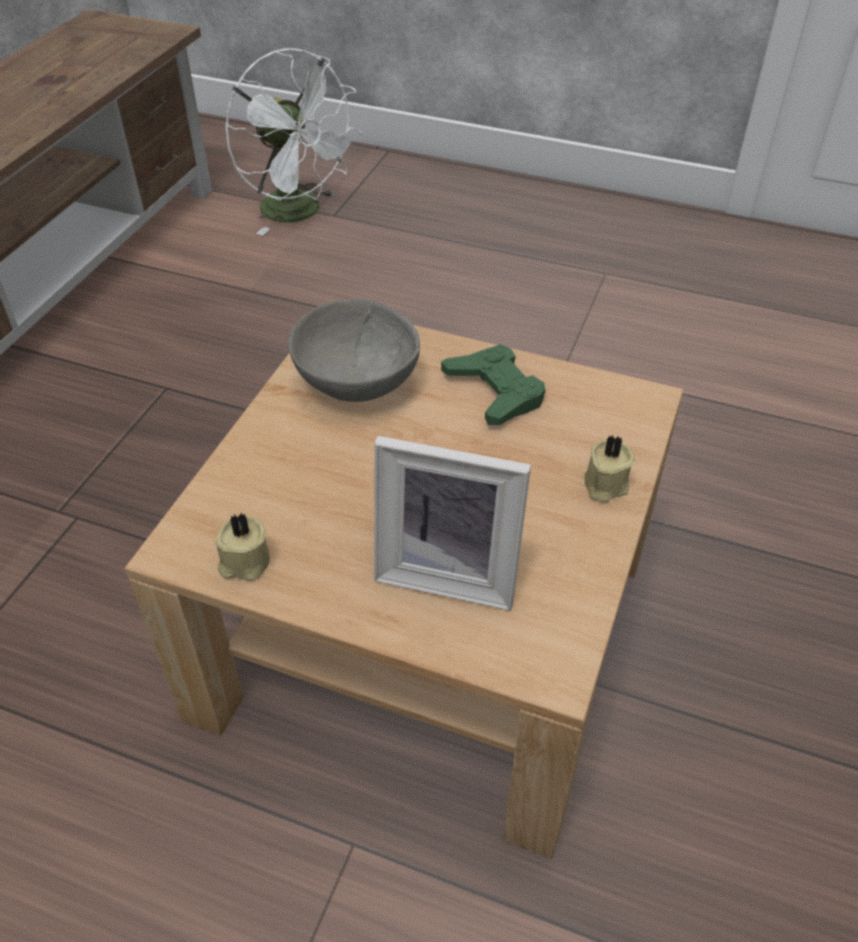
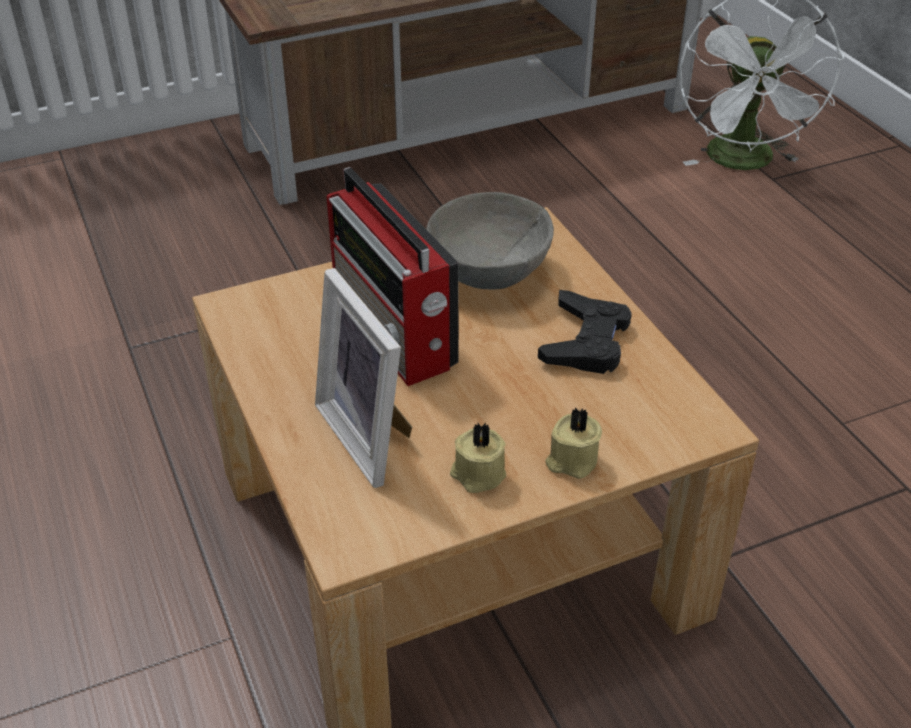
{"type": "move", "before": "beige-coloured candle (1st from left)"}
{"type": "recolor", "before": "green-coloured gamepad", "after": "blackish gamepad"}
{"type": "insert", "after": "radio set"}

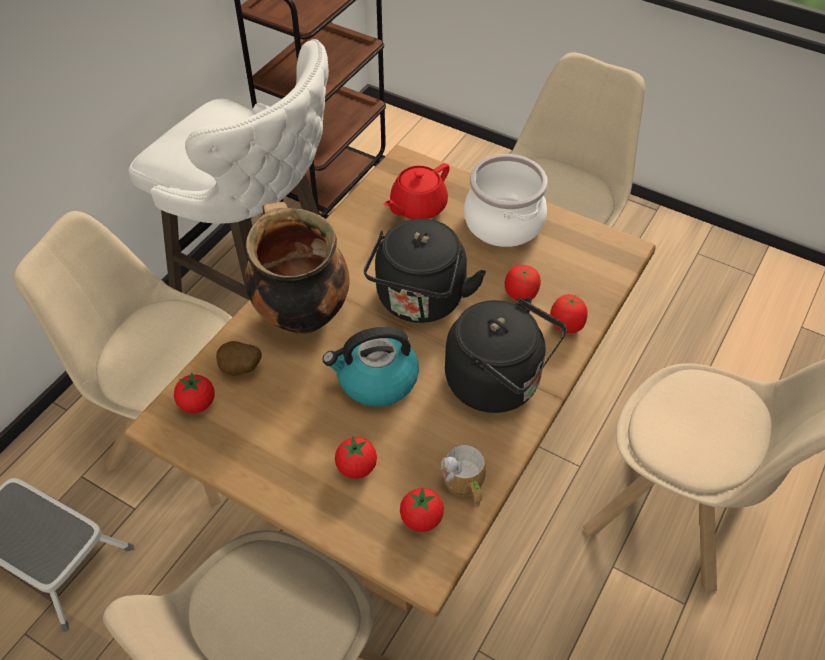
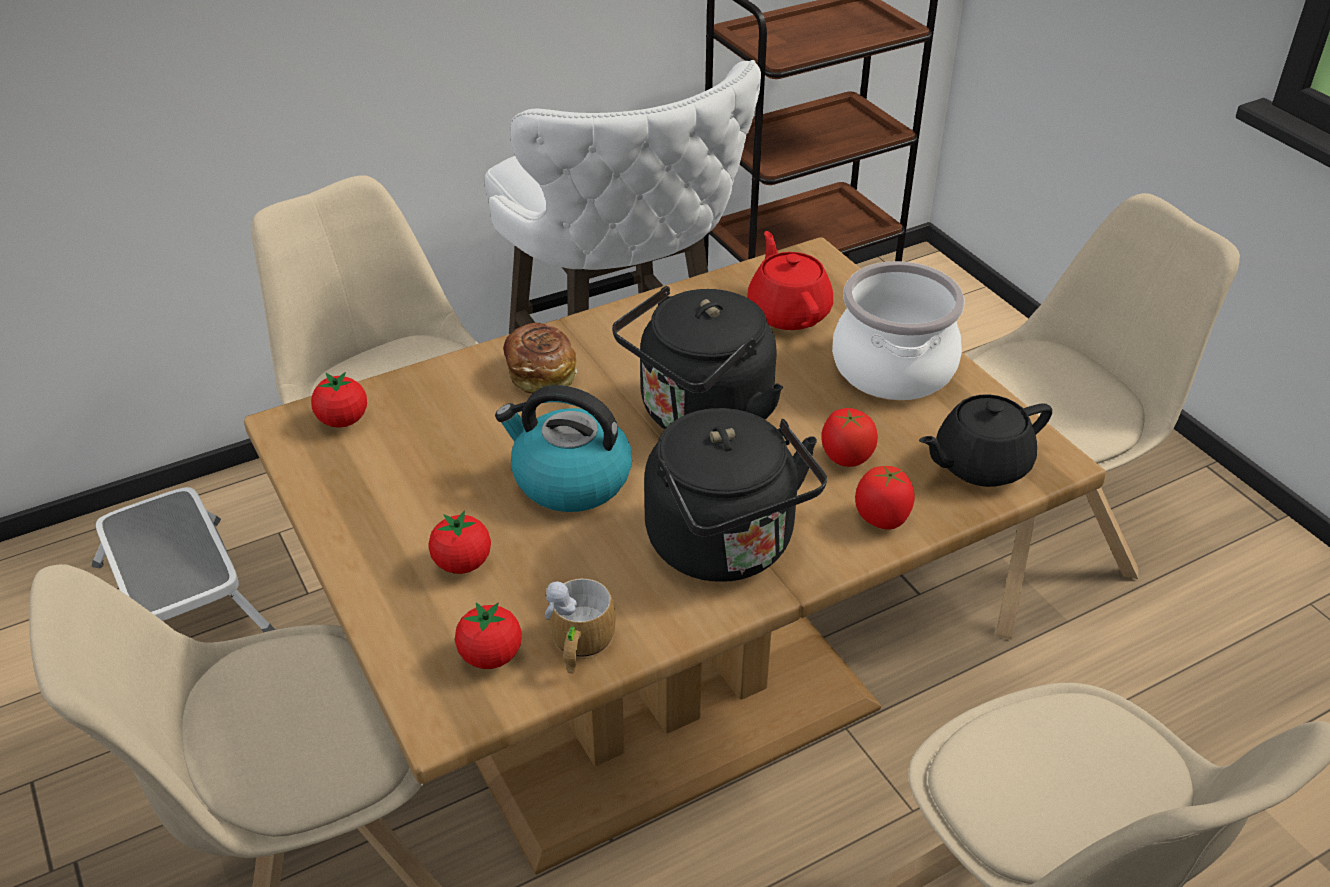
{"type": "delete", "before": "spud"}
{"type": "replace", "before": "cooking pot (1st from left)", "after": "baked bread"}
{"type": "rotate", "before": "red-coloured tea pot", "turn": 90}
{"type": "insert", "after": "blackish tea pot"}

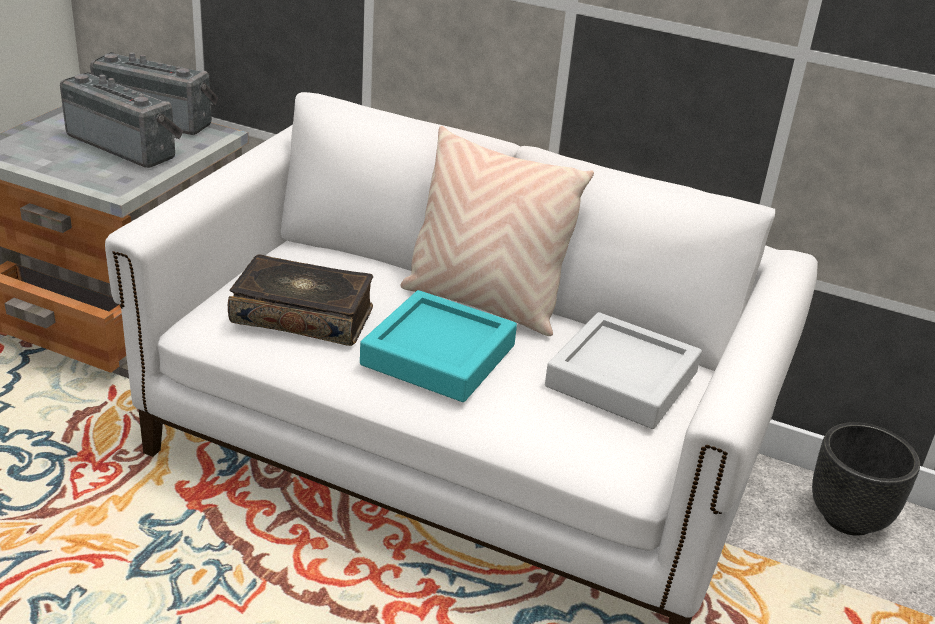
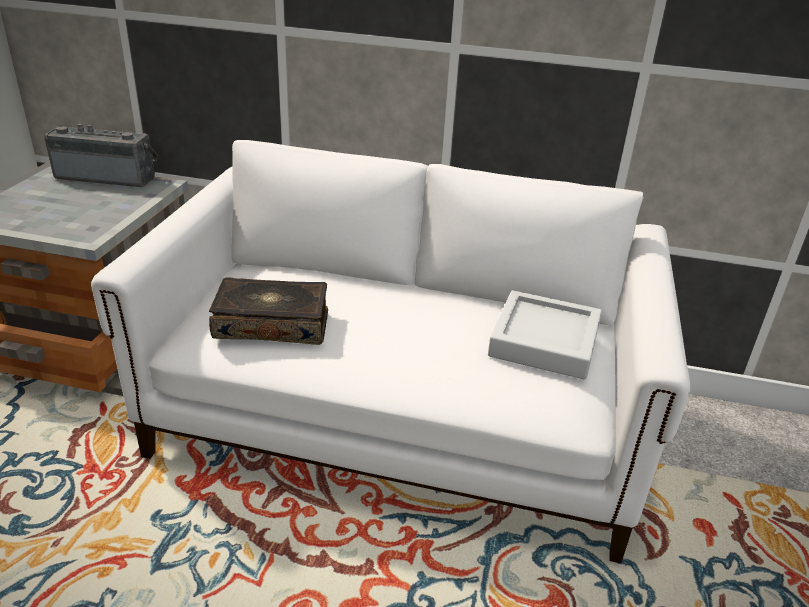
{"type": "delete", "before": "radio set (1st from left)"}
{"type": "delete", "before": "blue-green serving tray"}
{"type": "delete", "before": "beige-coloured throw pillow"}
{"type": "delete", "before": "blackish planter"}

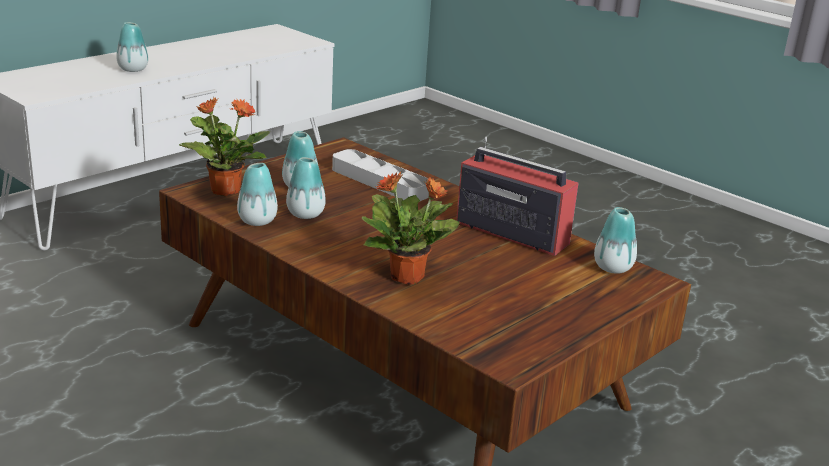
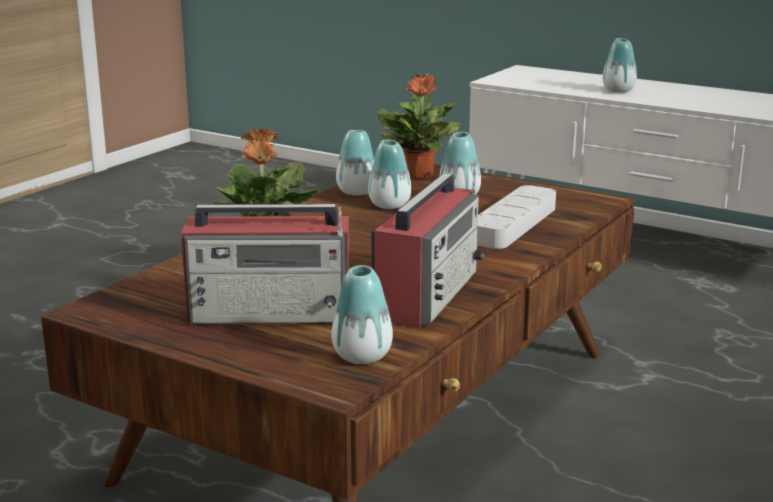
{"type": "insert", "after": "radio set (1st from left)"}

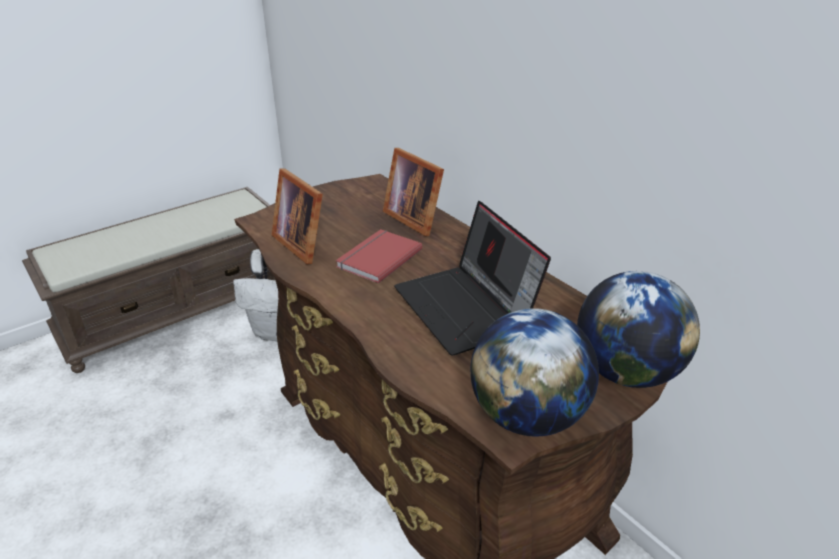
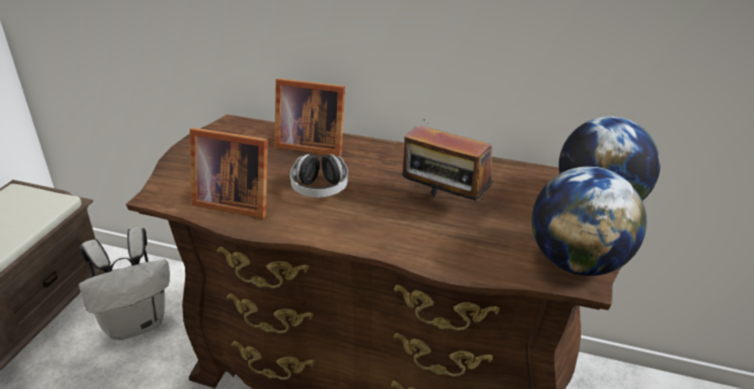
{"type": "replace", "before": "red-coloured book", "after": "pair of headphones"}
{"type": "replace", "before": "laptop", "after": "radio set"}

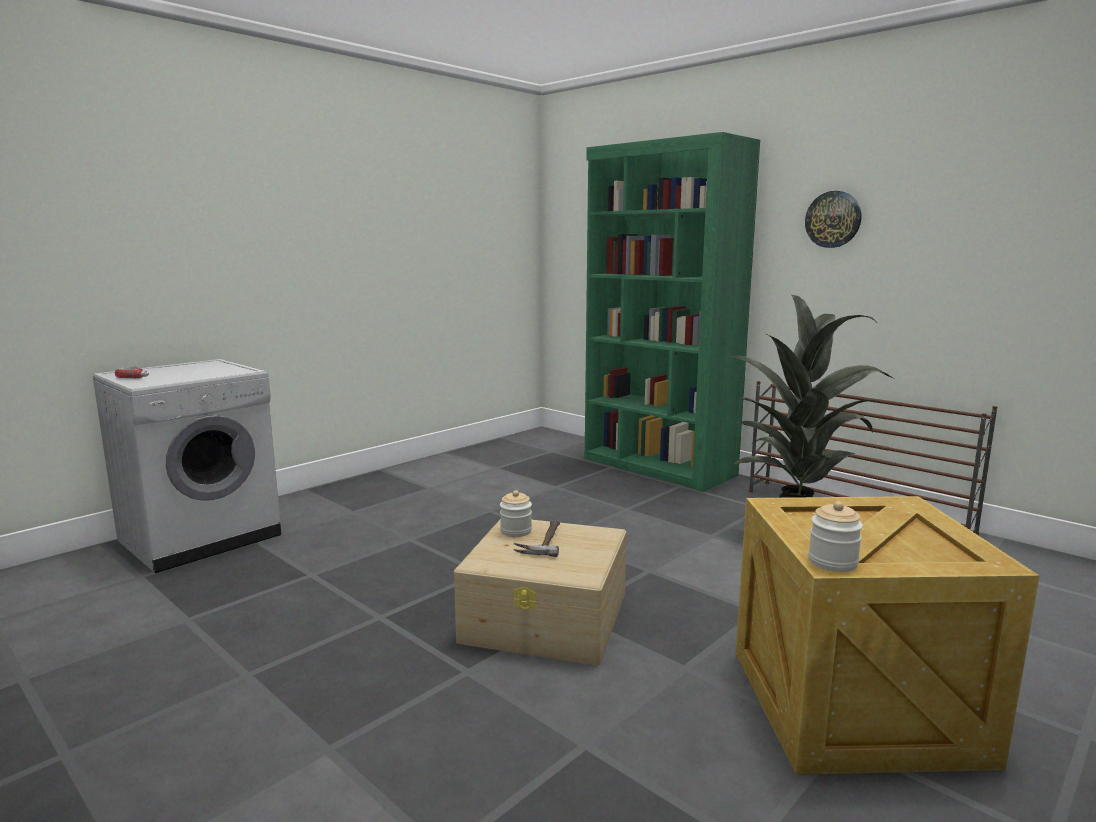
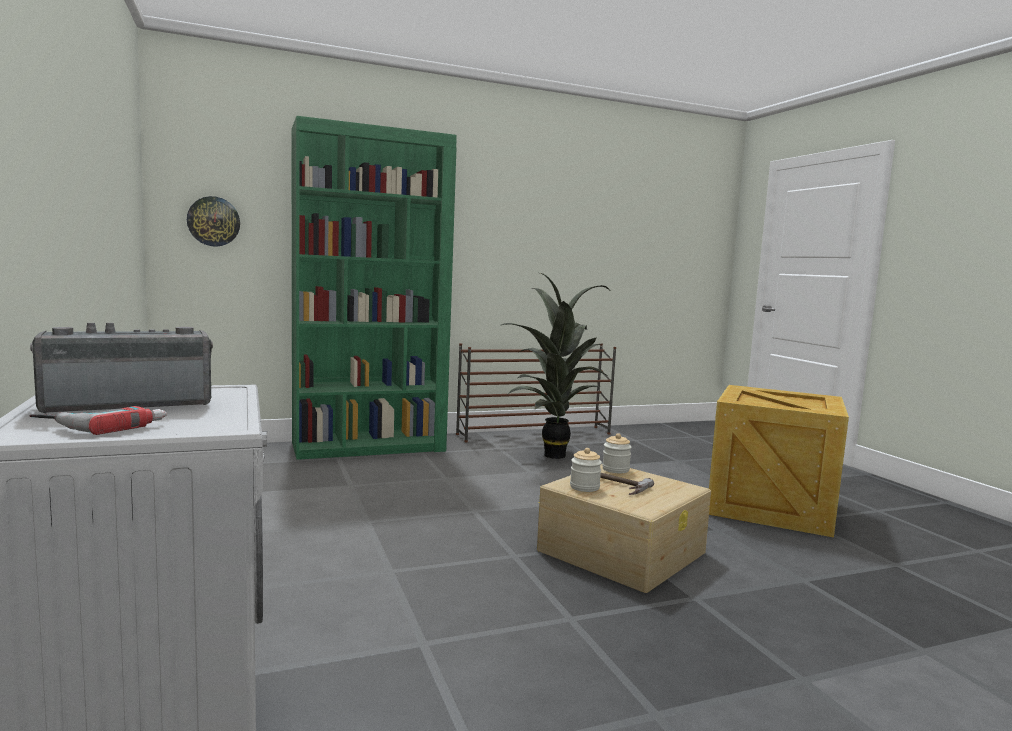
{"type": "move", "before": "wall clock"}
{"type": "move", "before": "jar (2nd from left)"}
{"type": "insert", "after": "radio set"}

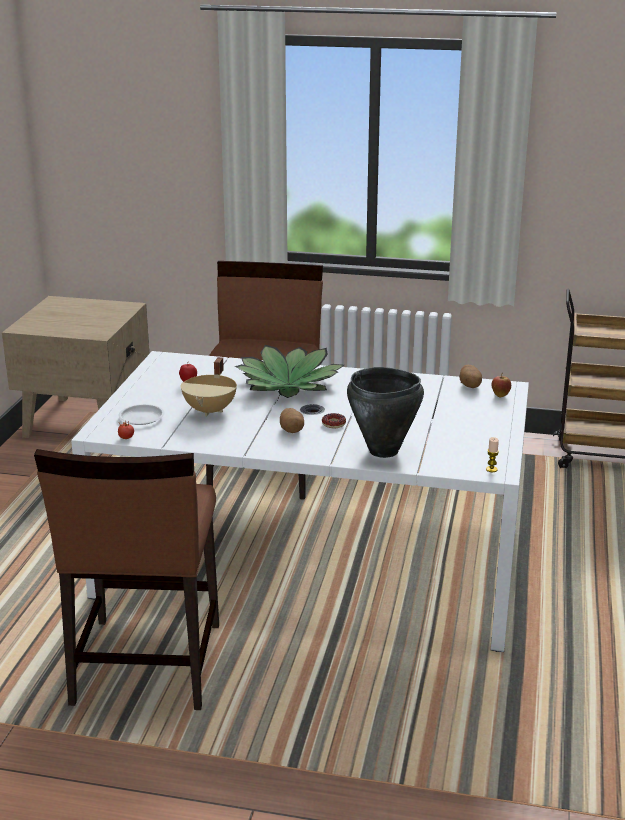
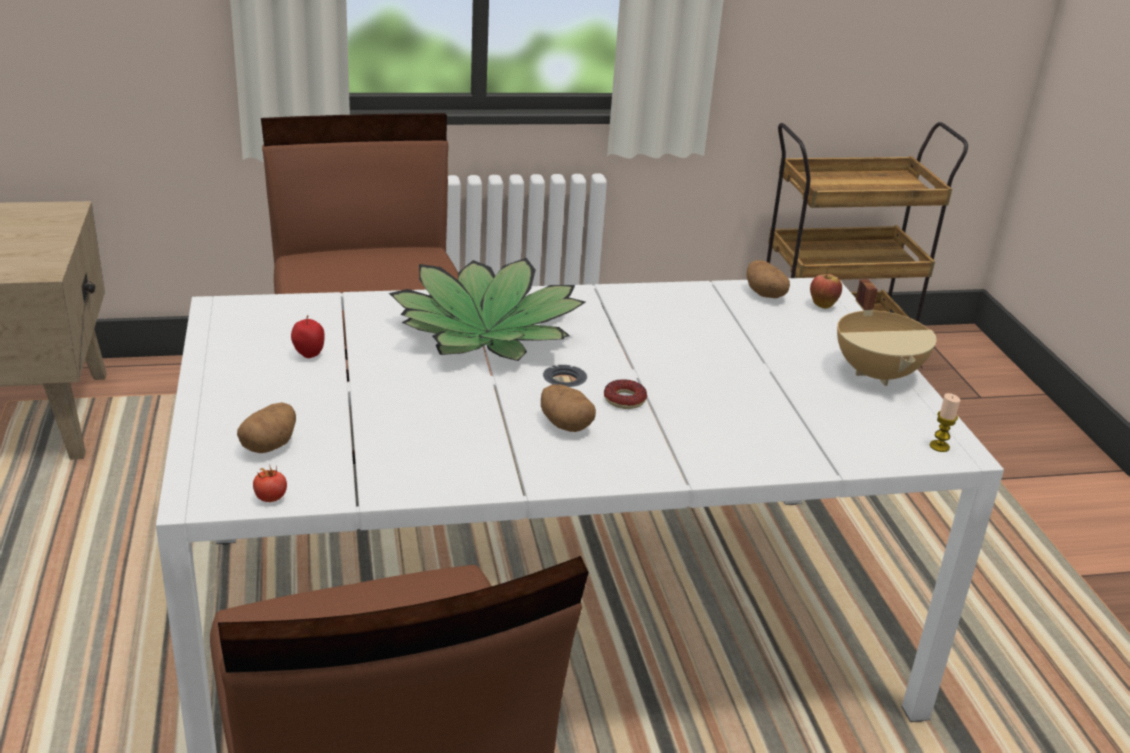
{"type": "replace", "before": "whitish dinner plate", "after": "spud (1st from left)"}
{"type": "move", "before": "beige-coloured cooking pot"}
{"type": "delete", "before": "blackish cooking pot"}

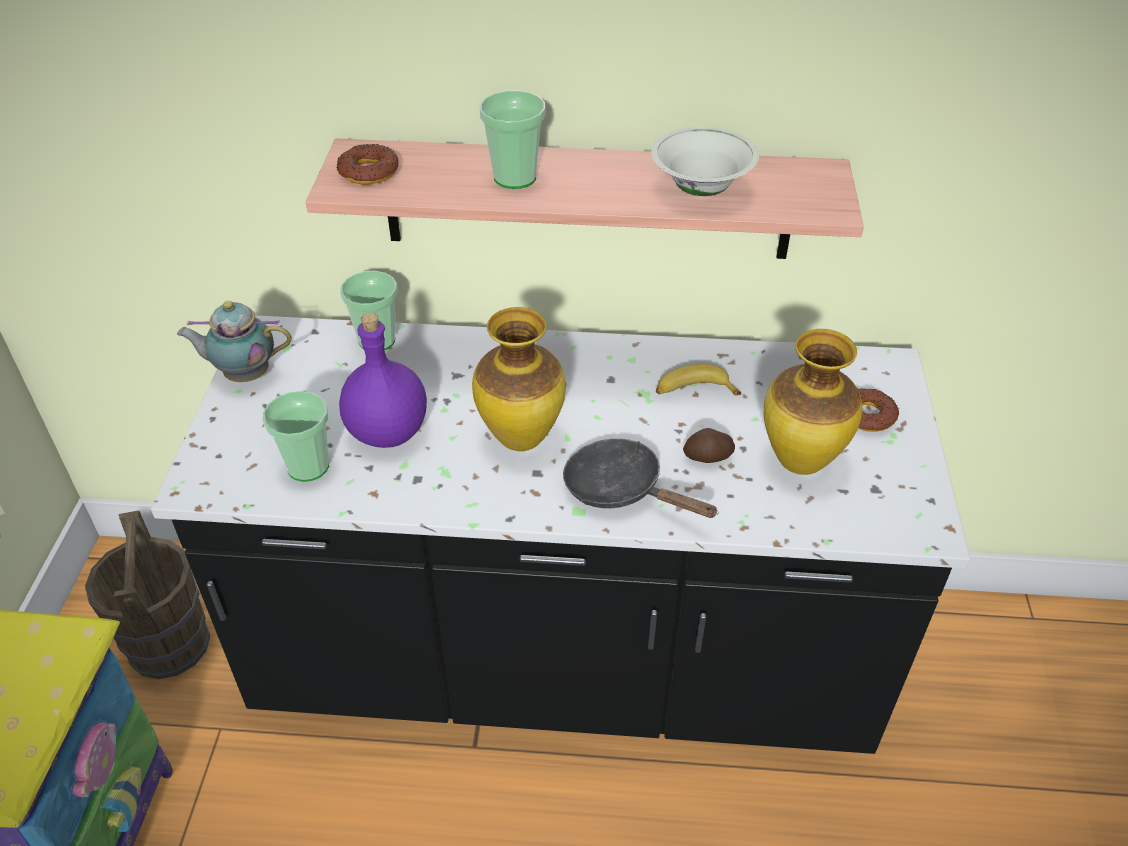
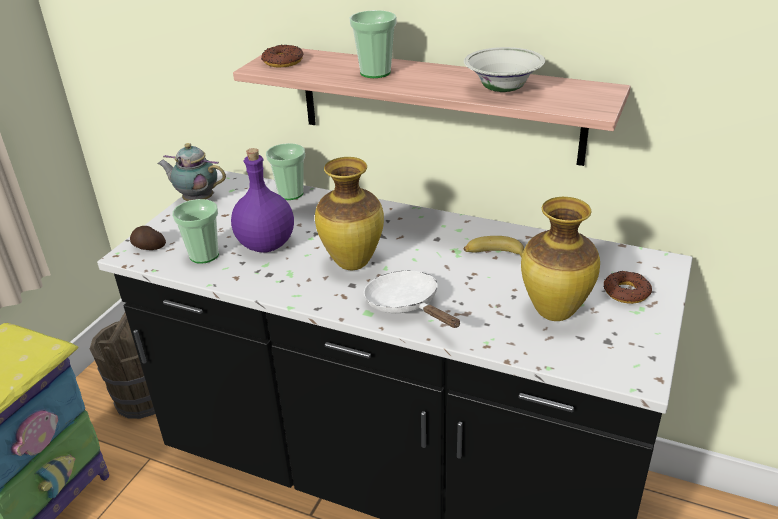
{"type": "recolor", "before": "blackish frying pan", "after": "whitish frying pan"}
{"type": "move", "before": "spud"}

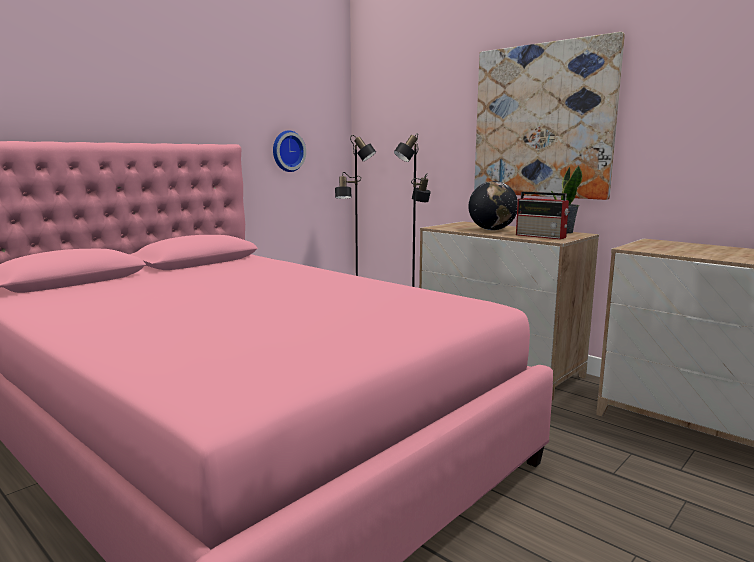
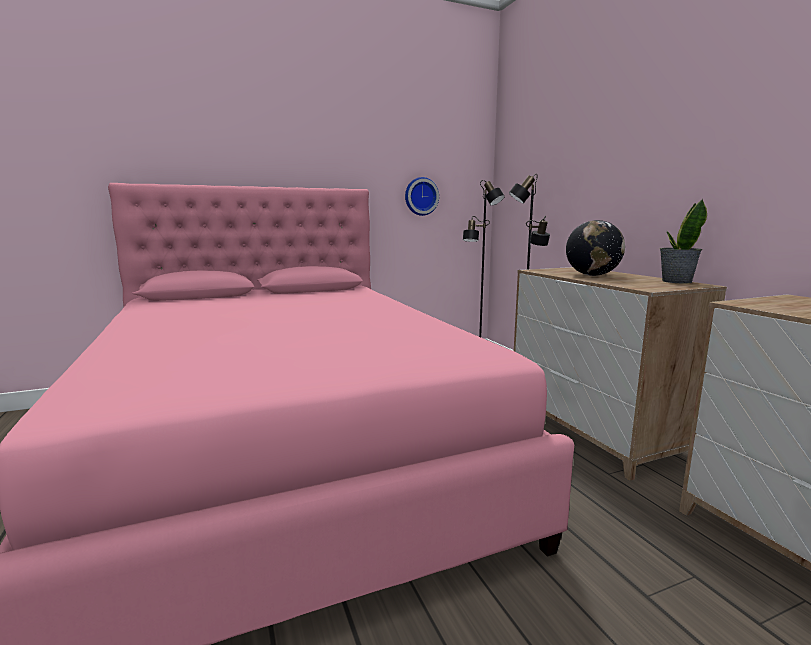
{"type": "delete", "before": "wall art"}
{"type": "delete", "before": "radio set"}

